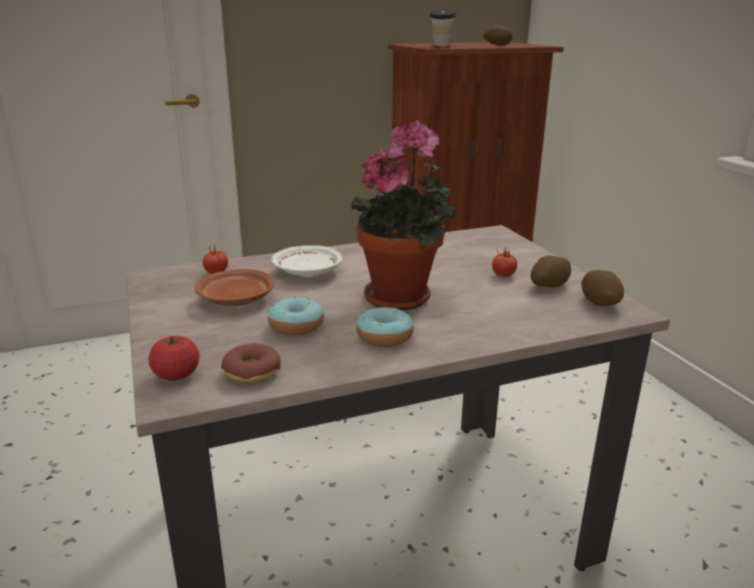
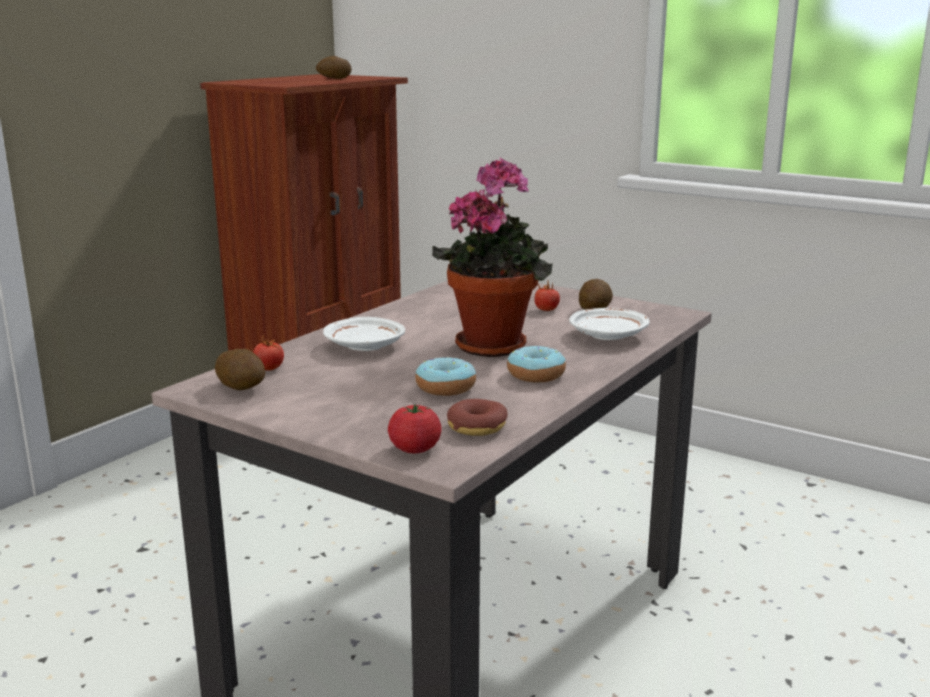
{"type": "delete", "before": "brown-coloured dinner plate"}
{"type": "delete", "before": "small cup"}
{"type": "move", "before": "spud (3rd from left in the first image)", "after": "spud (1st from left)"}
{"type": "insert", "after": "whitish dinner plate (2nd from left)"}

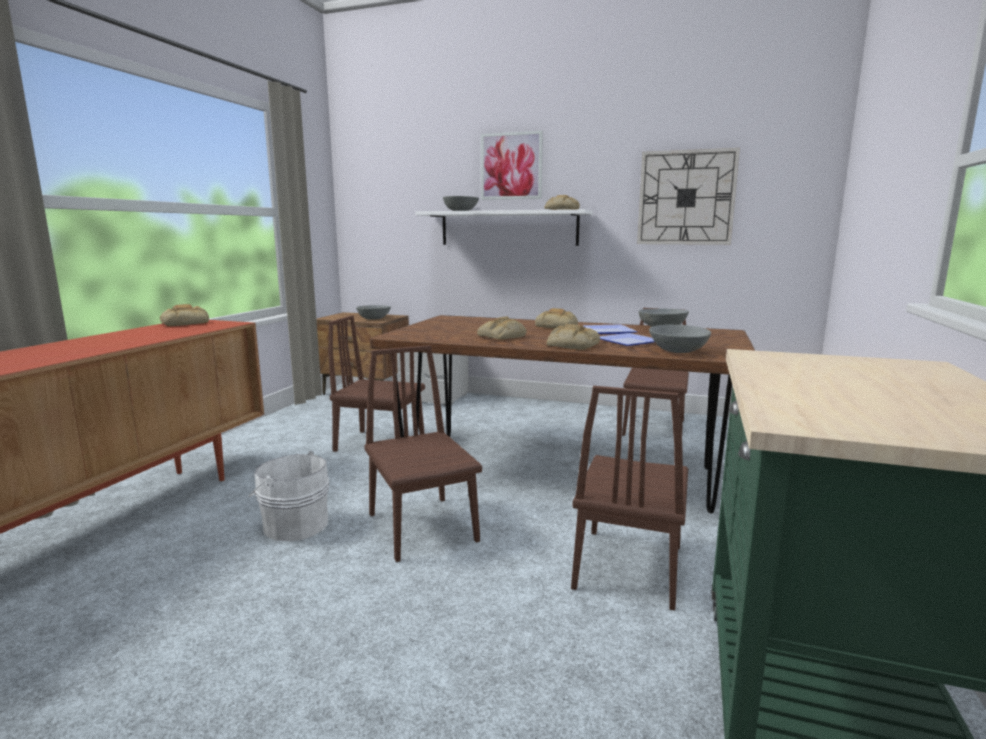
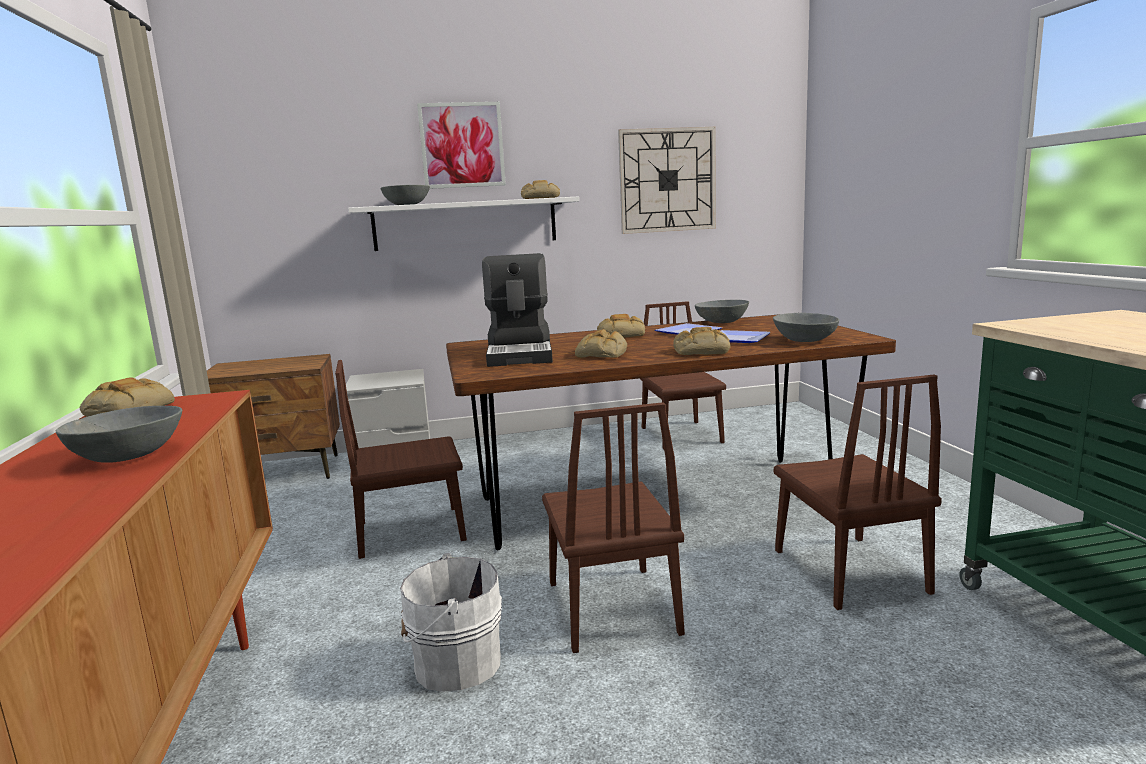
{"type": "move", "before": "gray deep dish (1st from left)"}
{"type": "rotate", "before": "brown-coloured upright chair (2nd from left)", "turn": -135}
{"type": "insert", "after": "coffee machine"}

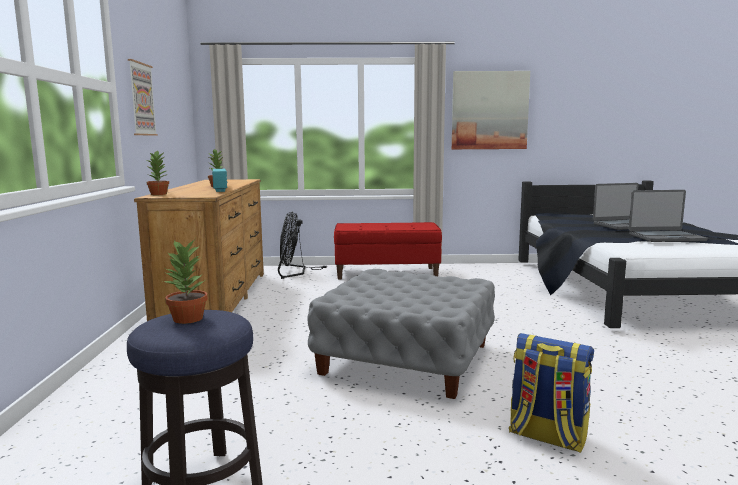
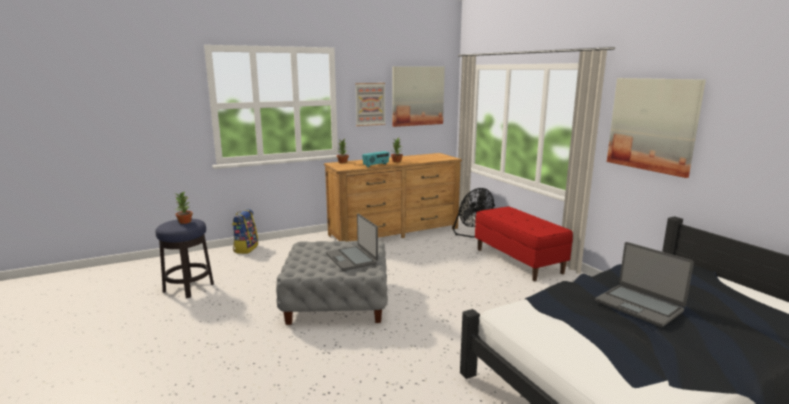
{"type": "move", "before": "rucksack"}
{"type": "move", "before": "laptop (2nd from left in the first image)", "after": "laptop (1st from left)"}
{"type": "insert", "after": "wall art (2nd from left)"}

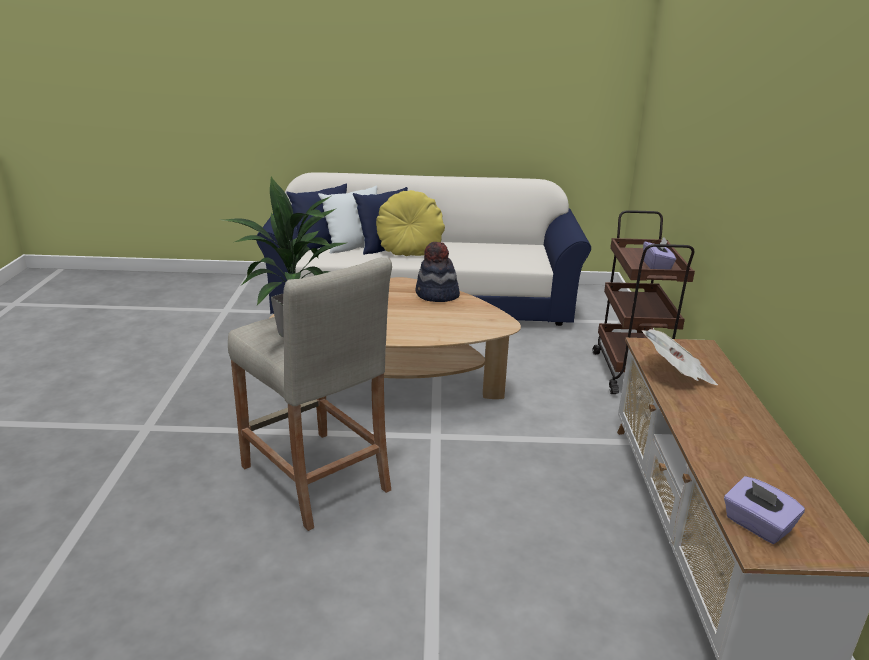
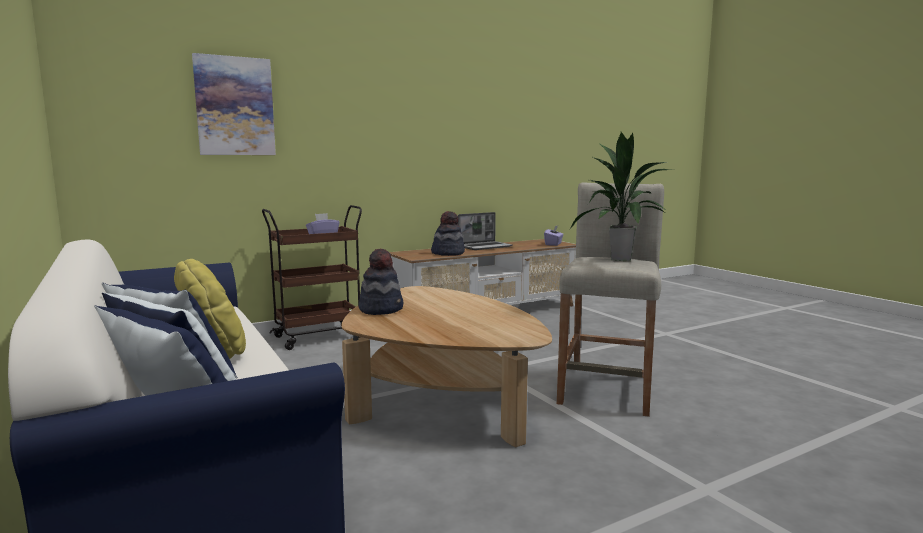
{"type": "replace", "before": "newspaper", "after": "hat (2nd from left)"}
{"type": "insert", "after": "wall art"}
{"type": "insert", "after": "laptop"}

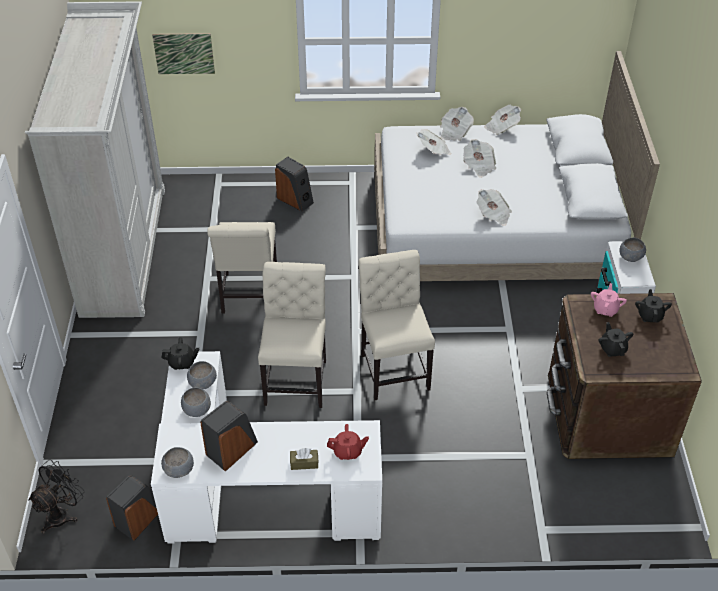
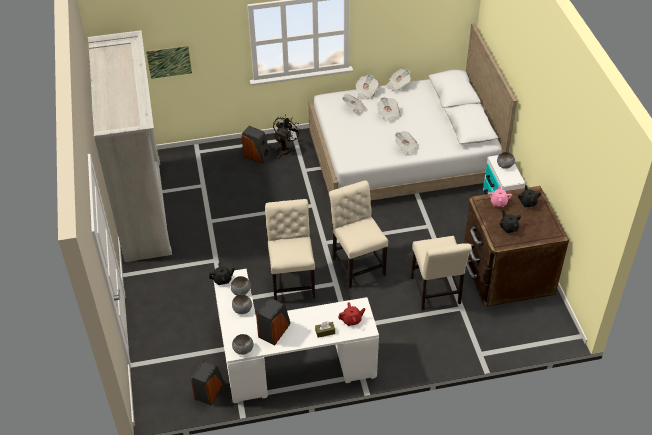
{"type": "move", "before": "blackish fan"}
{"type": "move", "before": "beige-coloured upright chair (1st from left in the first image)", "after": "beige-coloured upright chair (3rd from left)"}

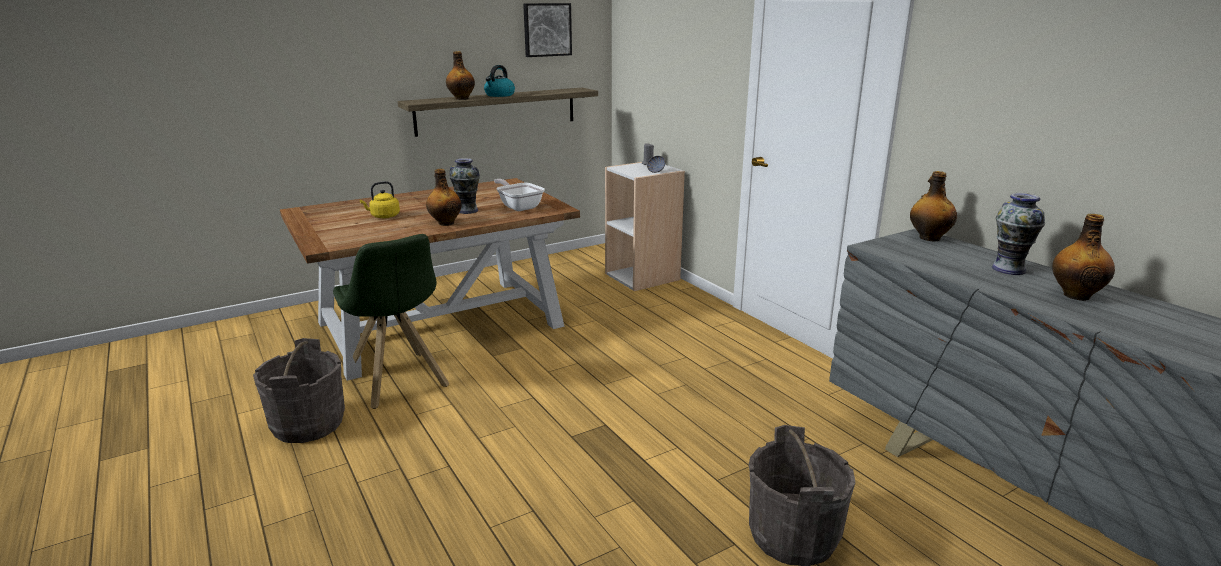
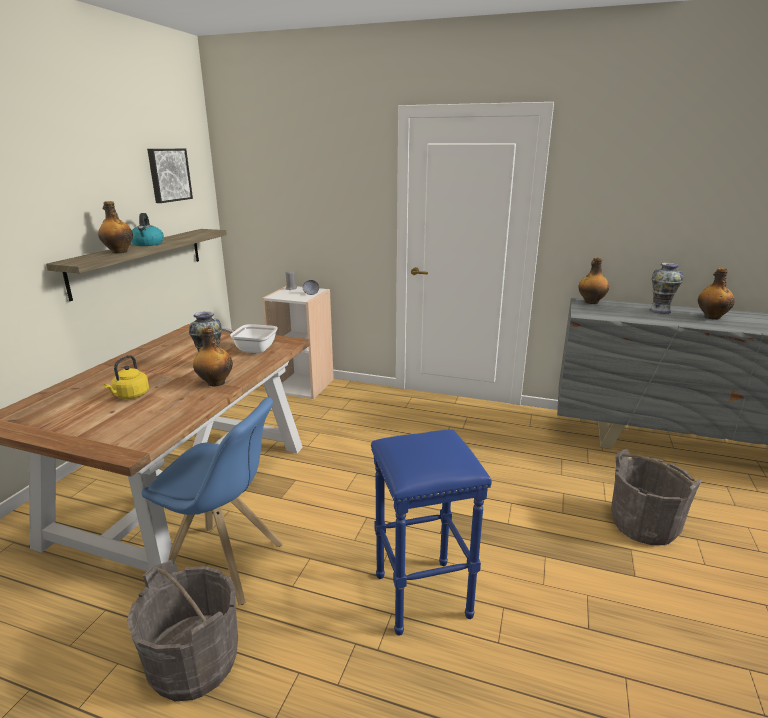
{"type": "recolor", "before": "green-coloured upright chair", "after": "blue-coloured upright chair"}
{"type": "insert", "after": "blue-coloured sitting stool"}

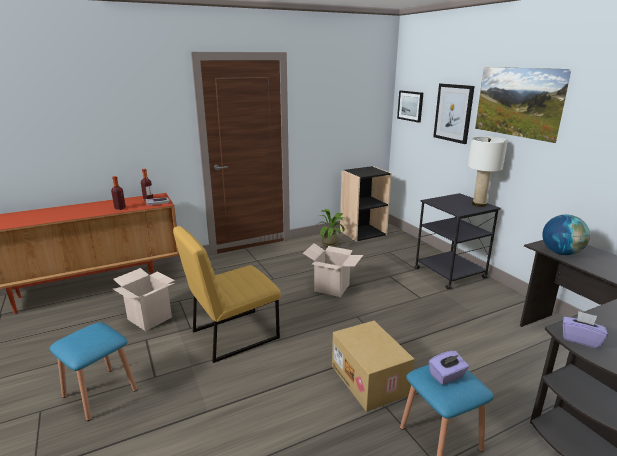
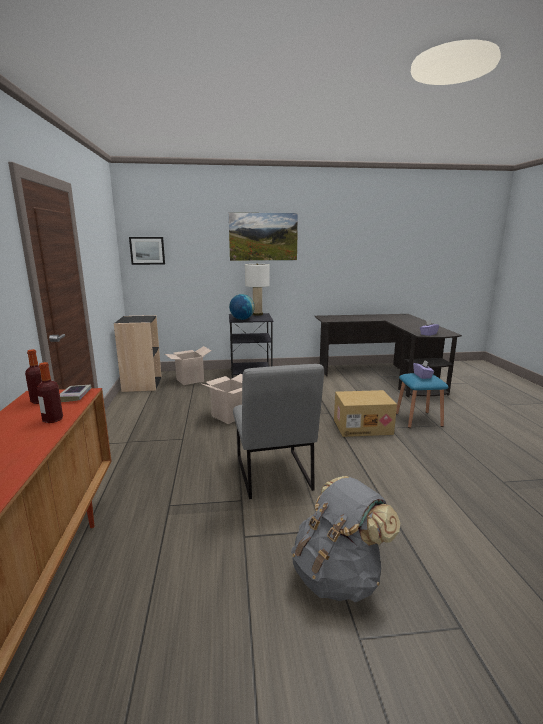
{"type": "replace", "before": "blue-coloured sitting stool (1st from left)", "after": "gray rucksack"}
{"type": "move", "before": "cardboard box (1st from left)"}
{"type": "recolor", "before": "yellow upright chair", "after": "gray upright chair"}
{"type": "delete", "before": "plant in a pot"}
{"type": "delete", "before": "wall art (2nd from left)"}
{"type": "move", "before": "world globe"}

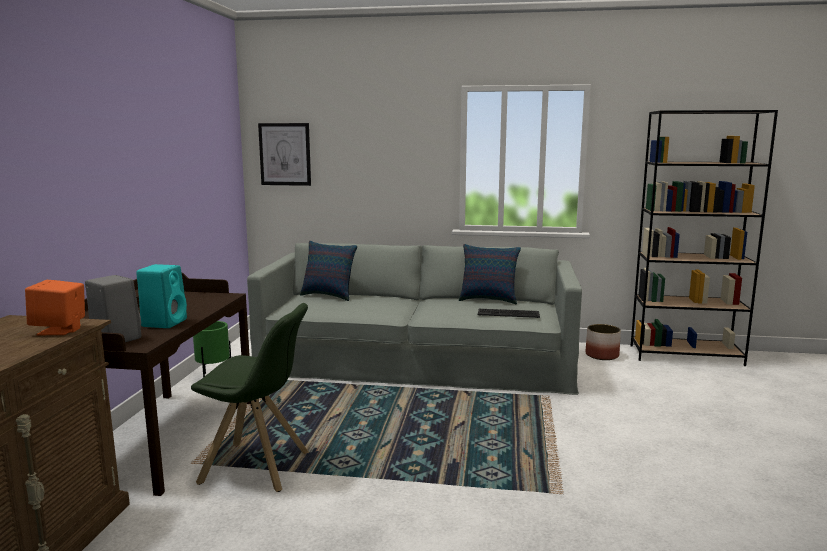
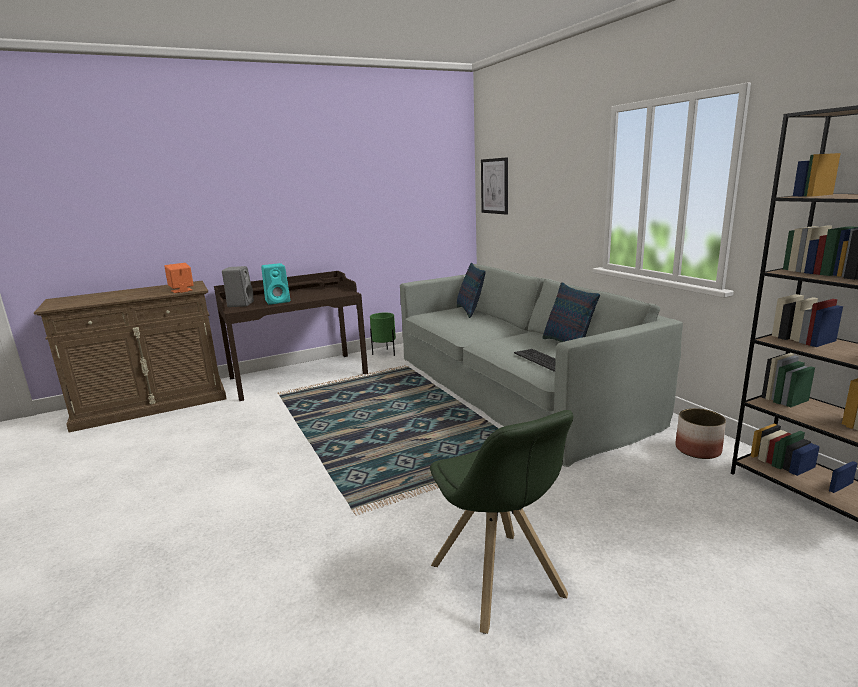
{"type": "move", "before": "green-coloured upright chair"}

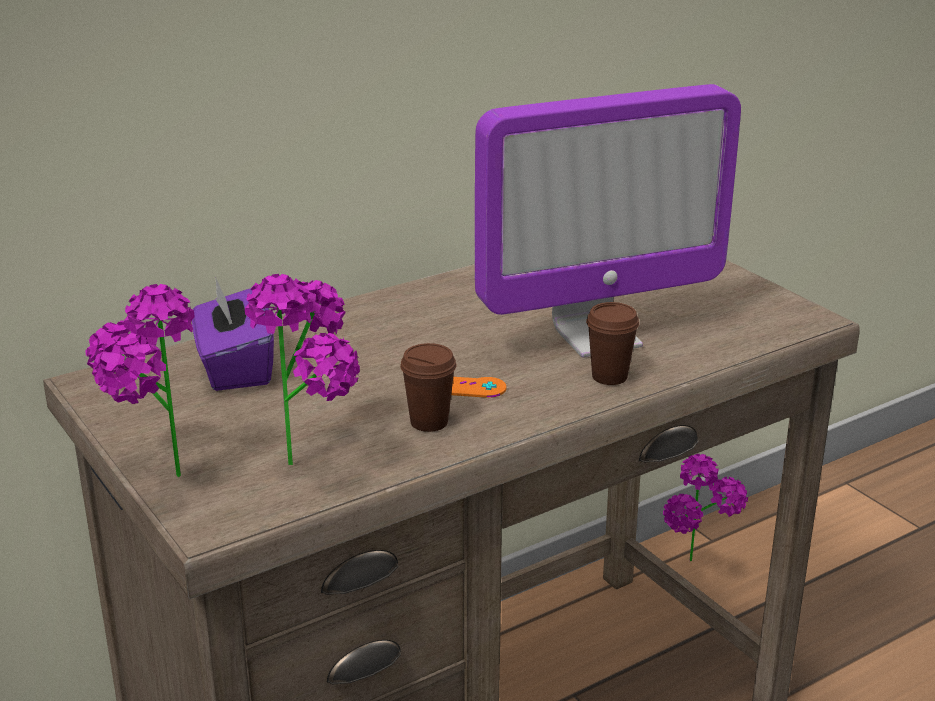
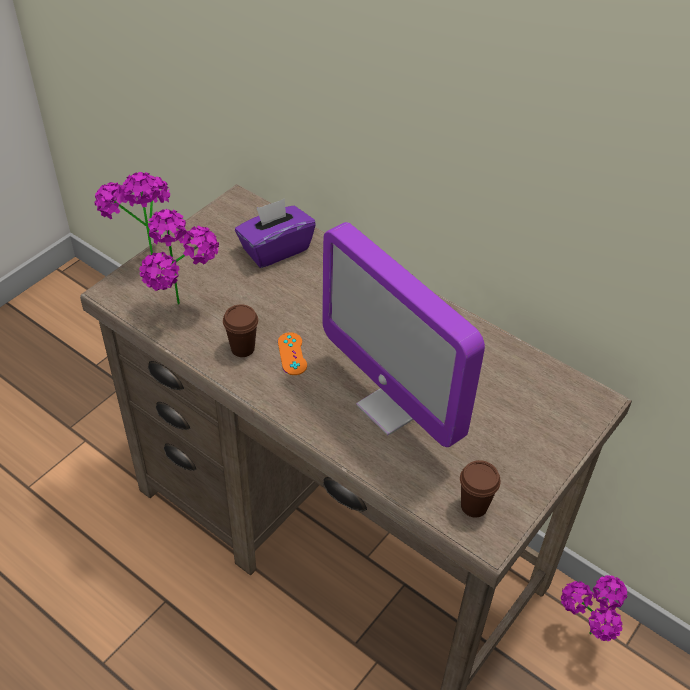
{"type": "move", "before": "brown-coloured small cup (2nd from left)"}

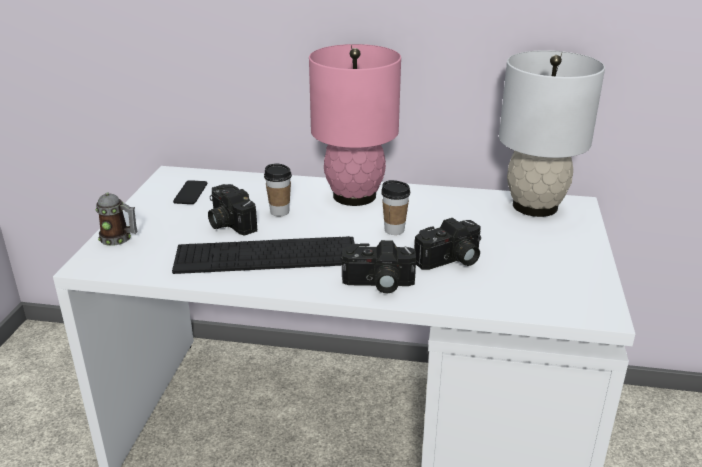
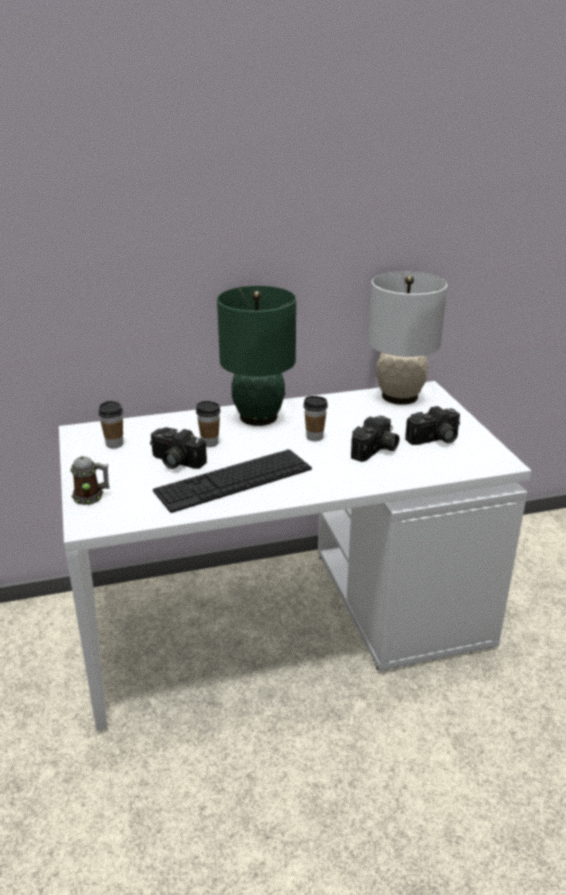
{"type": "replace", "before": "phone", "after": "small cup (1st from left)"}
{"type": "recolor", "before": "pink-coloured table lamp", "after": "green-coloured table lamp"}
{"type": "move", "before": "still camera (2nd from left in the first image)", "after": "still camera (3rd from left)"}

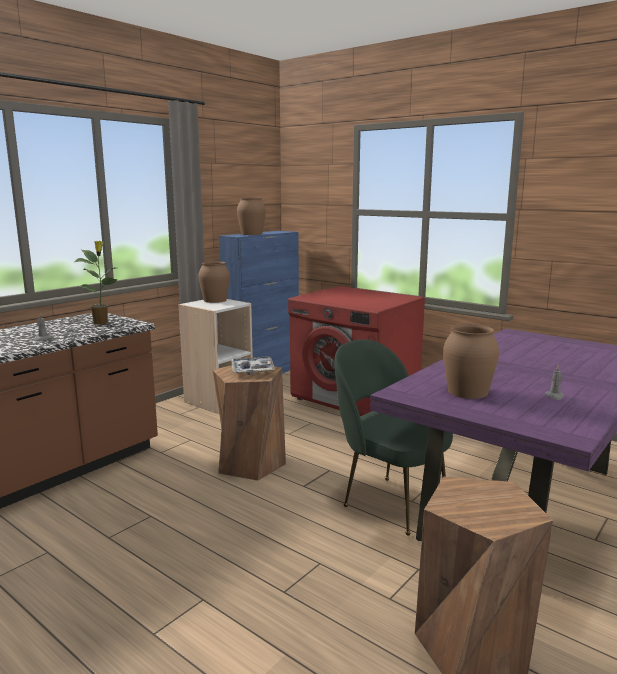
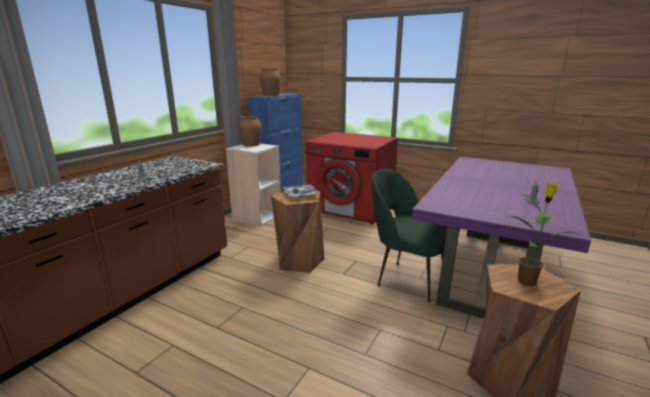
{"type": "move", "before": "plant in a pot"}
{"type": "delete", "before": "brown-coloured flower vase (3rd from left)"}

